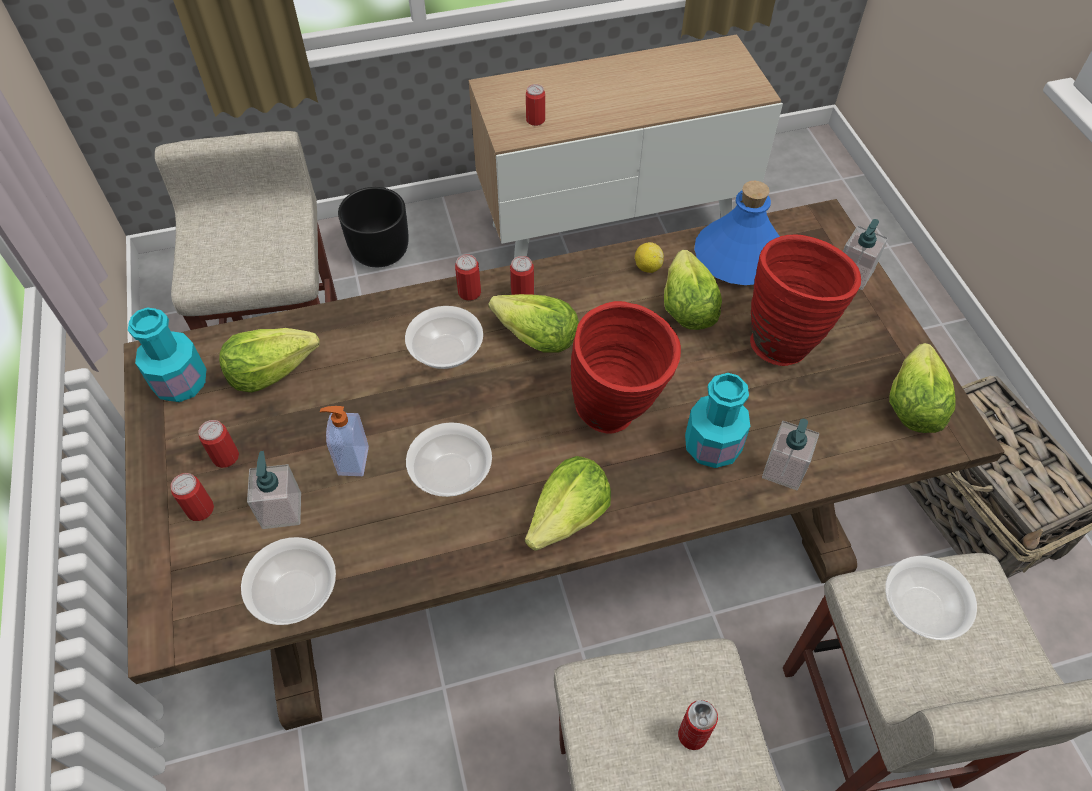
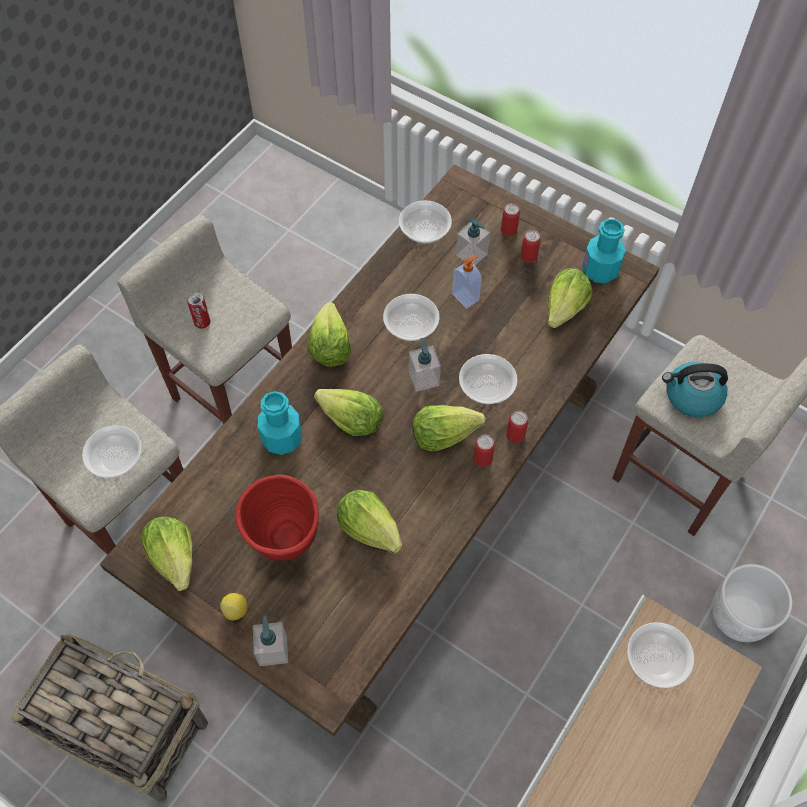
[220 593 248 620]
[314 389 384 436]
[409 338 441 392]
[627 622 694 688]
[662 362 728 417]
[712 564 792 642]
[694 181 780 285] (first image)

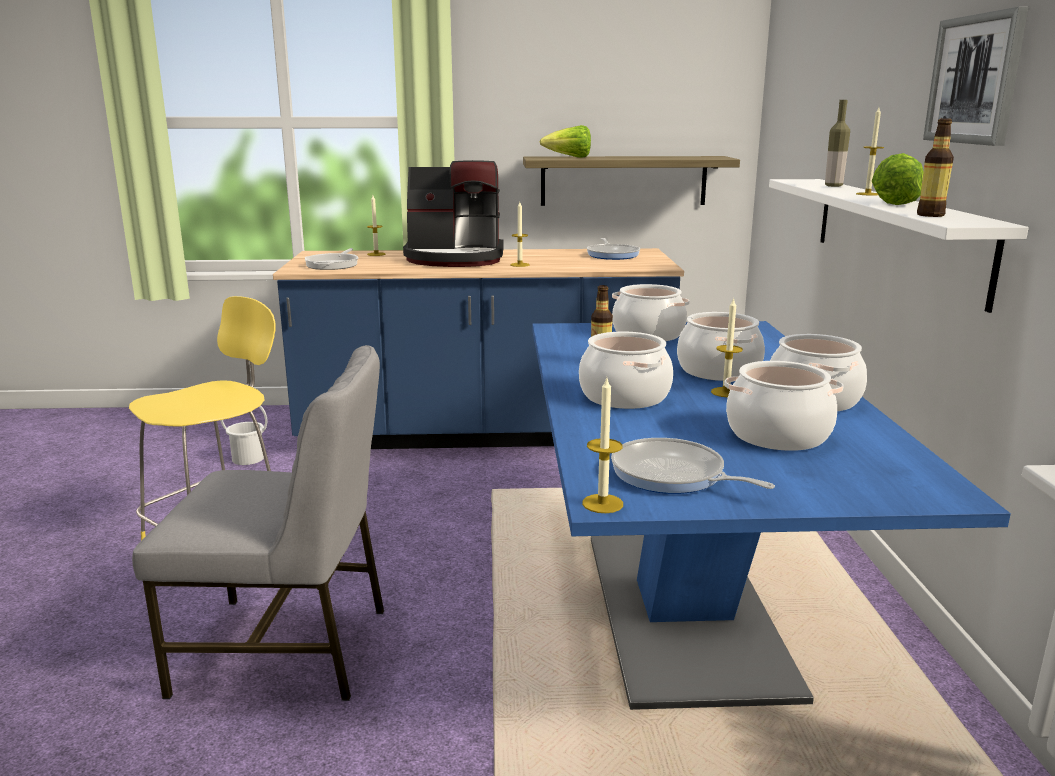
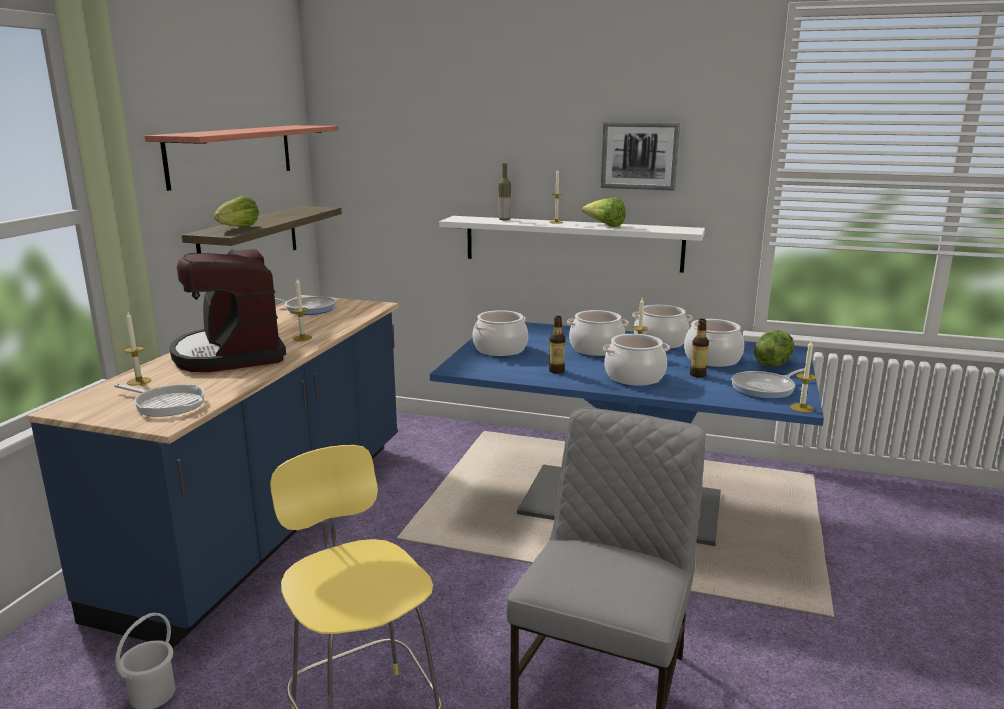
[145 125 338 191]
[169 249 286 372]
[690 319 709 377]
[754 330 794 367]

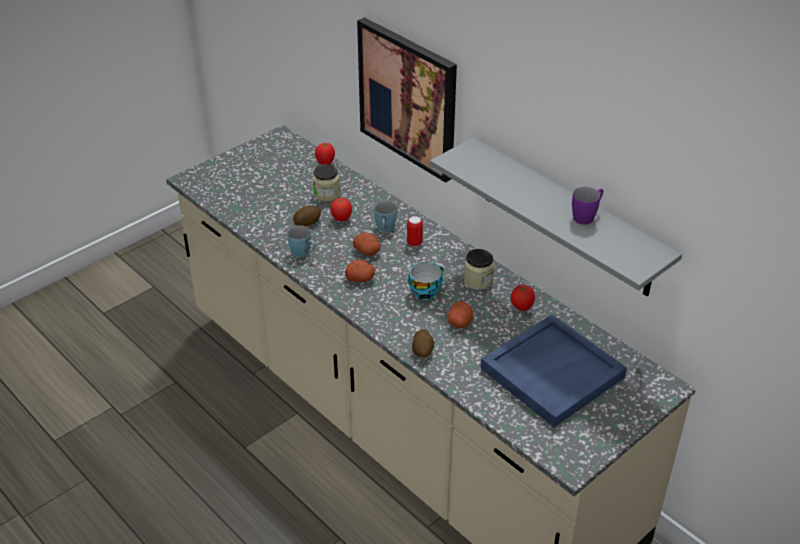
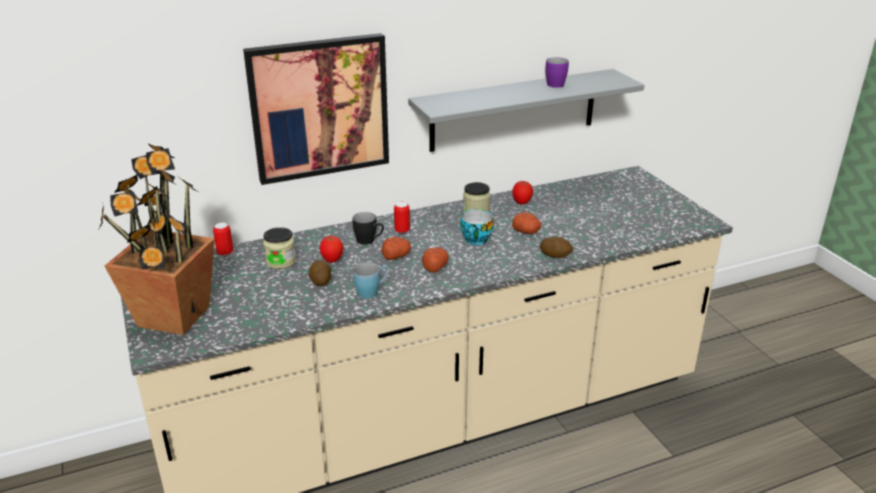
[99 143 215 335]
[213 222 233 256]
[352 212 384 245]
[481 314 627 427] (first image)

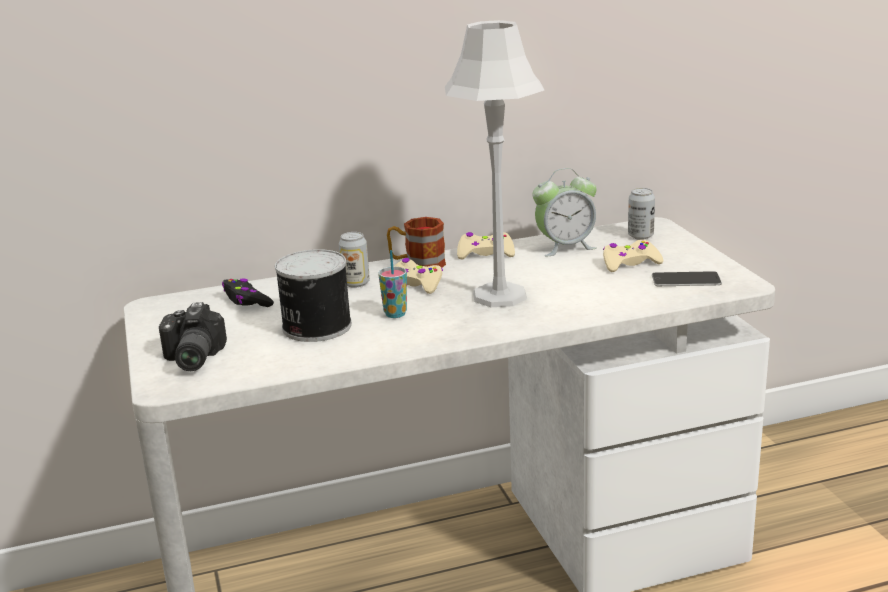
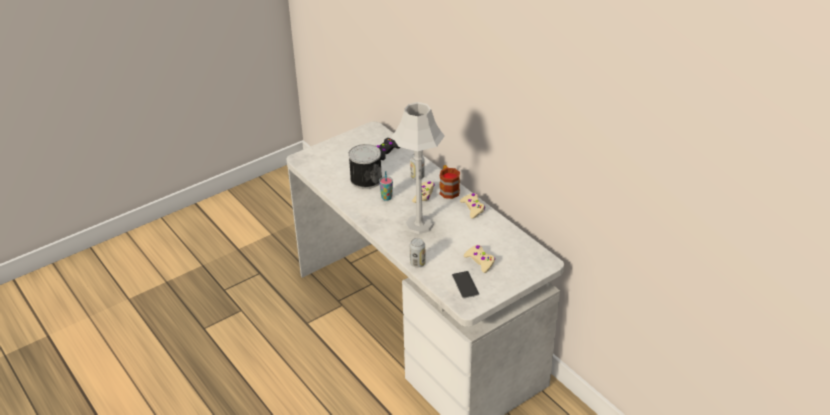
[410 238 425 268]
[159 302 227 371] (first image)
[533 168 597 256] (first image)

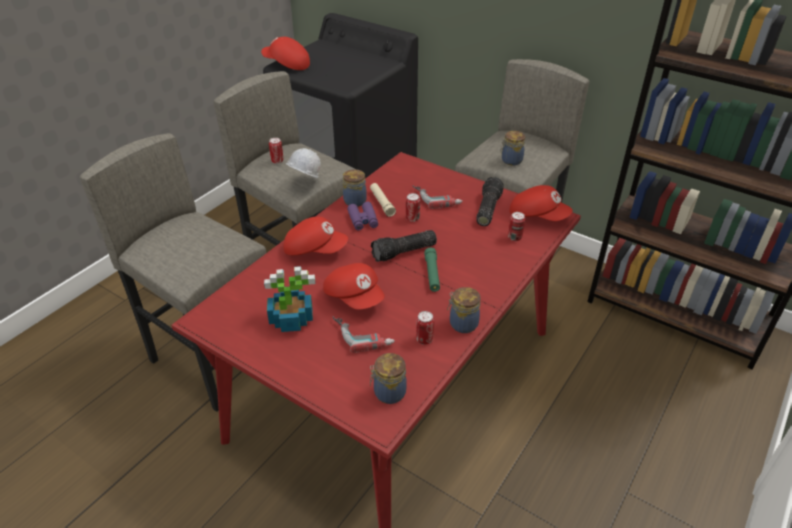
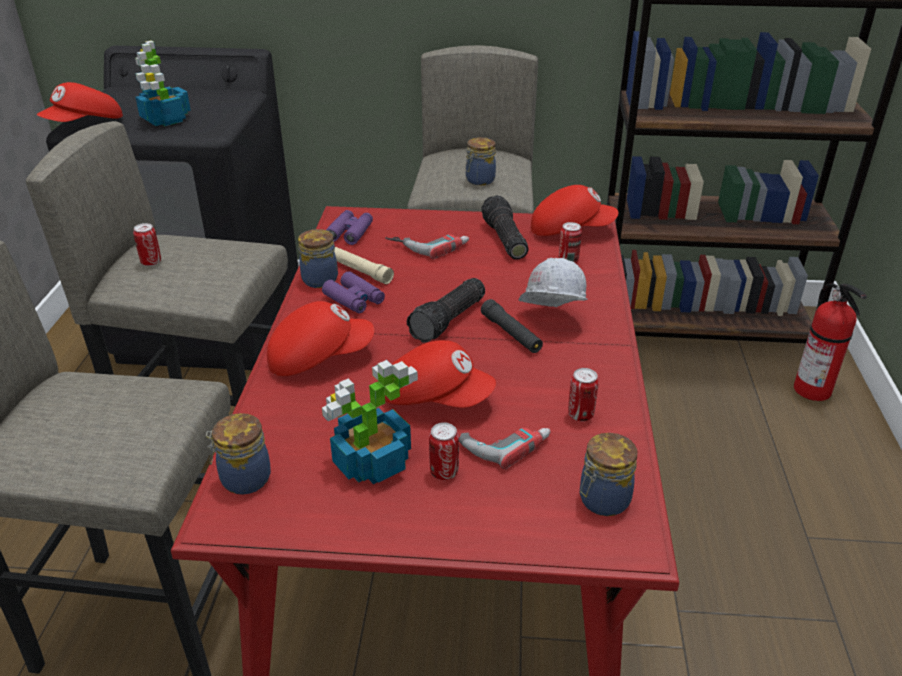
[37 82 123 122]
[135 41 191 126]
[206 413 271 495]
[326 210 373 245]
[429 422 459 480]
[481 299 543 353]
[496 258 588 307]
[794 283 867 401]

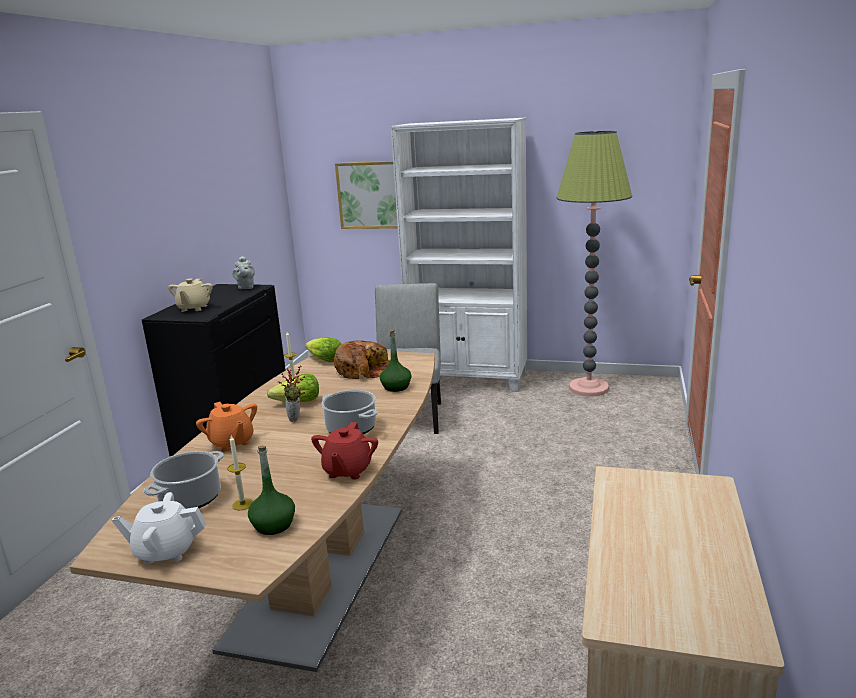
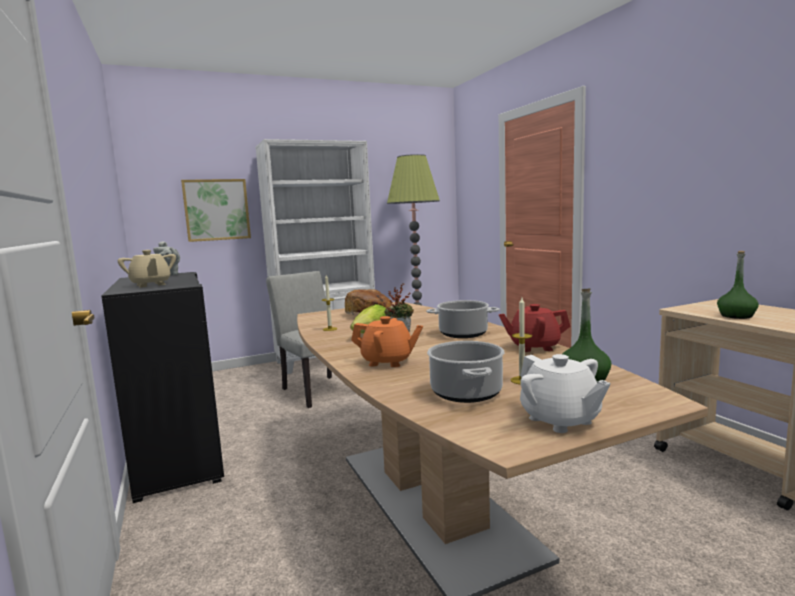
[499 304 570 352]
[520 354 610 433]
[717 251 759 319]
[305 338 341 362] (first image)

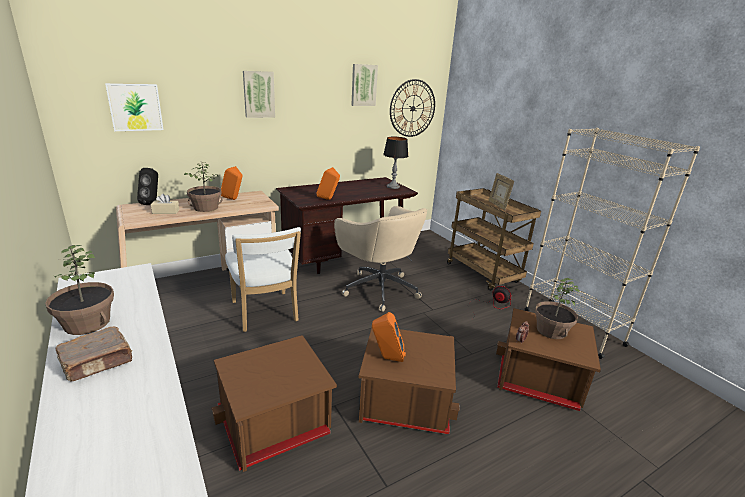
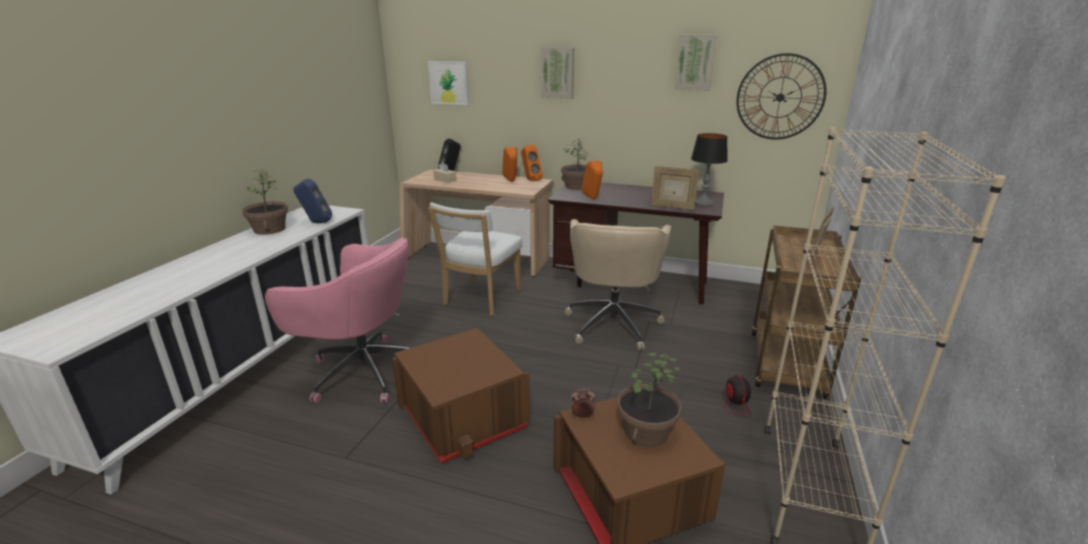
[265 238 409 403]
[293 178 332 223]
[521 145 543 181]
[561 138 588 190]
[651 166 699 210]
[55 327 132 382] (first image)

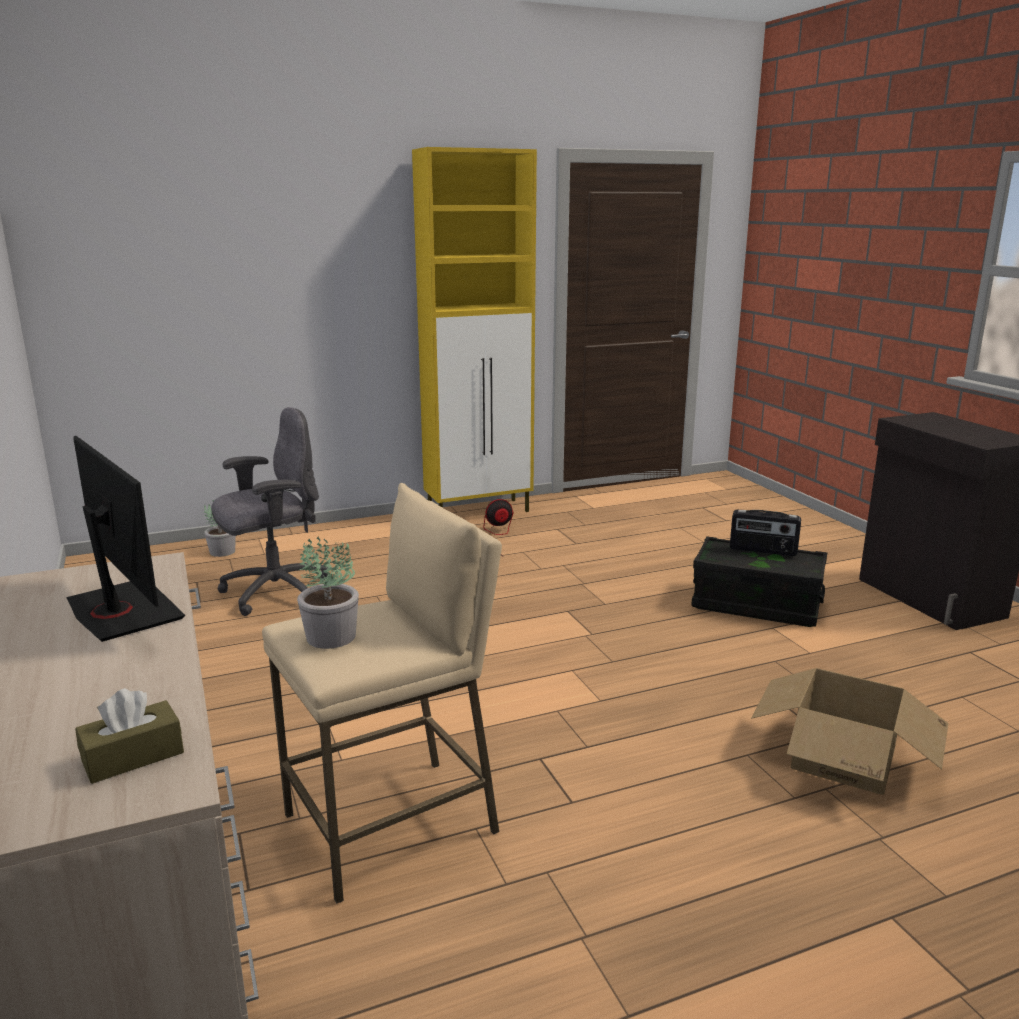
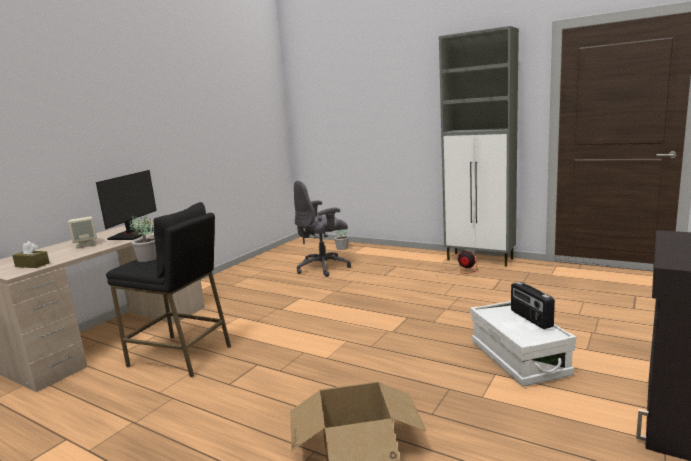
[68 217 97 248]
[106 202 231 377]
[294 181 351 277]
[439 26 519 267]
[470 300 576 387]

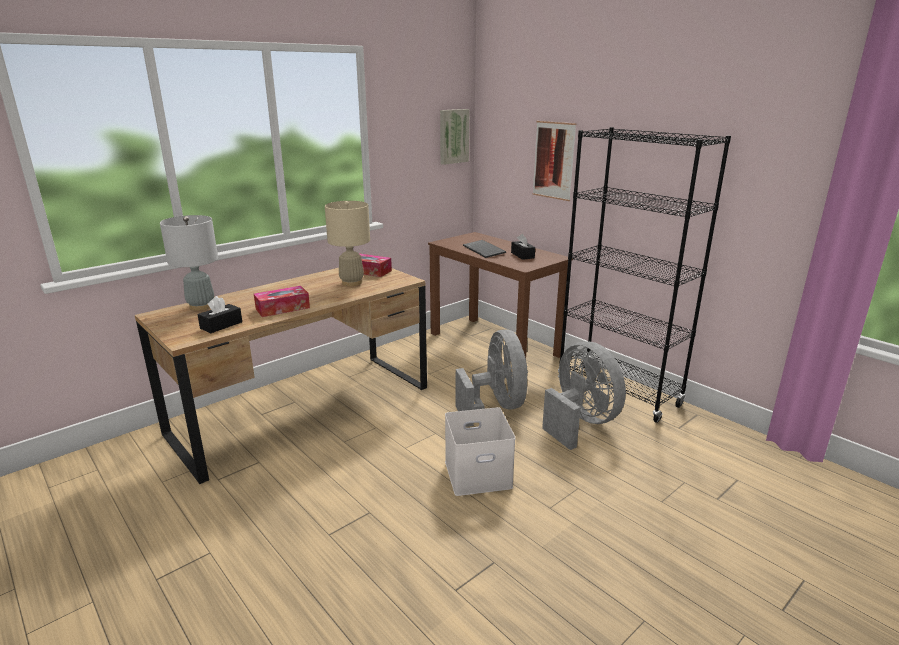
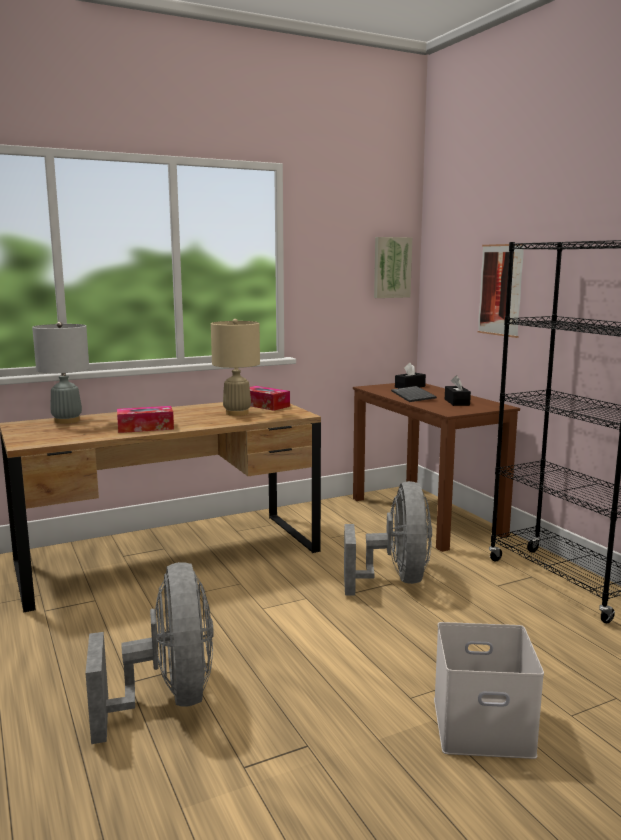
[85 562 214 744]
[395 363 426 388]
[434 622 544 759]

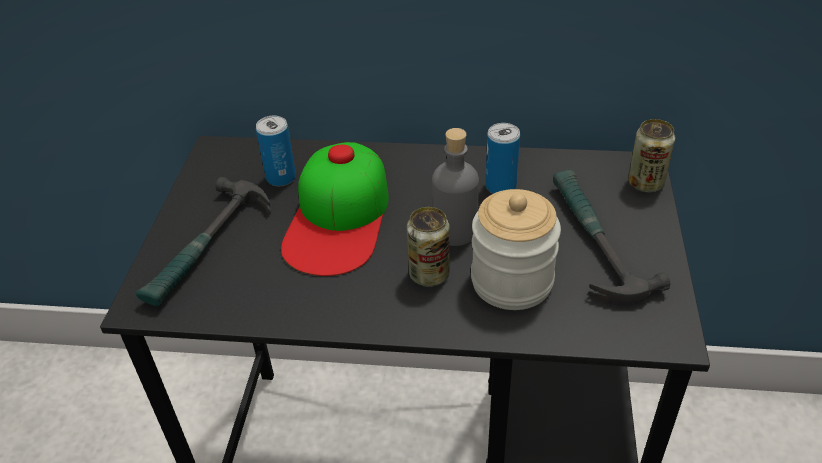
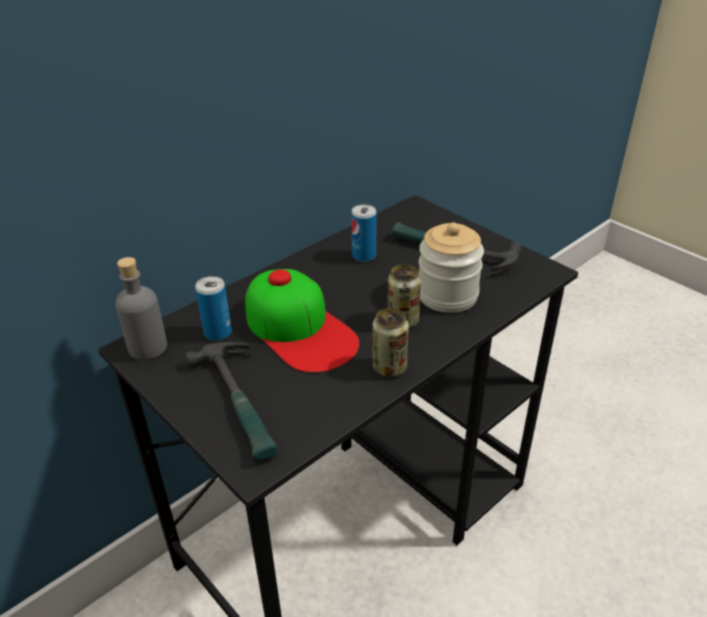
[115 257 167 360]
[372 308 409 377]

